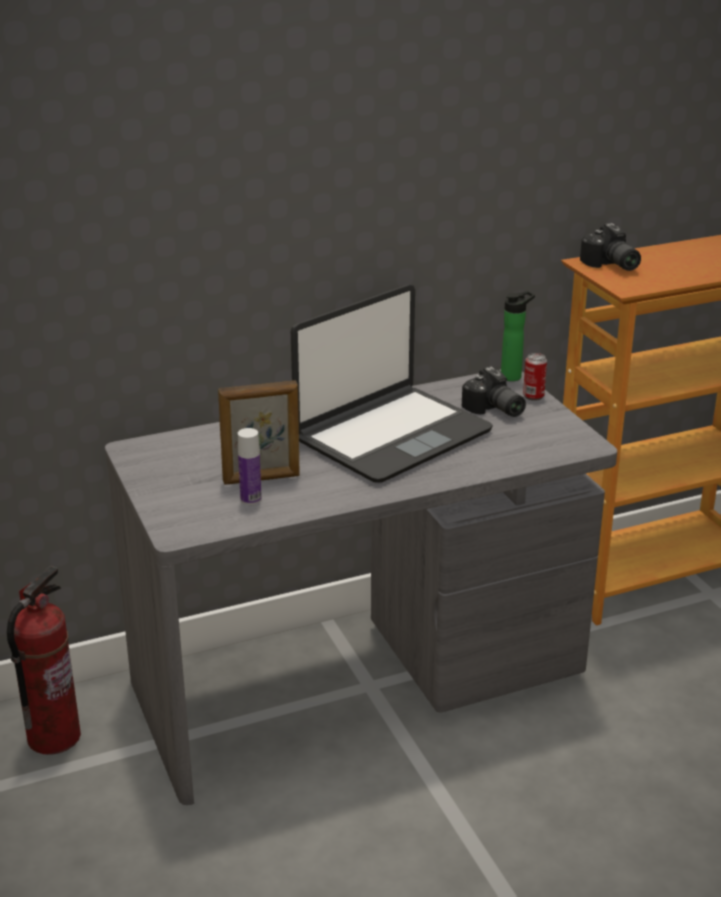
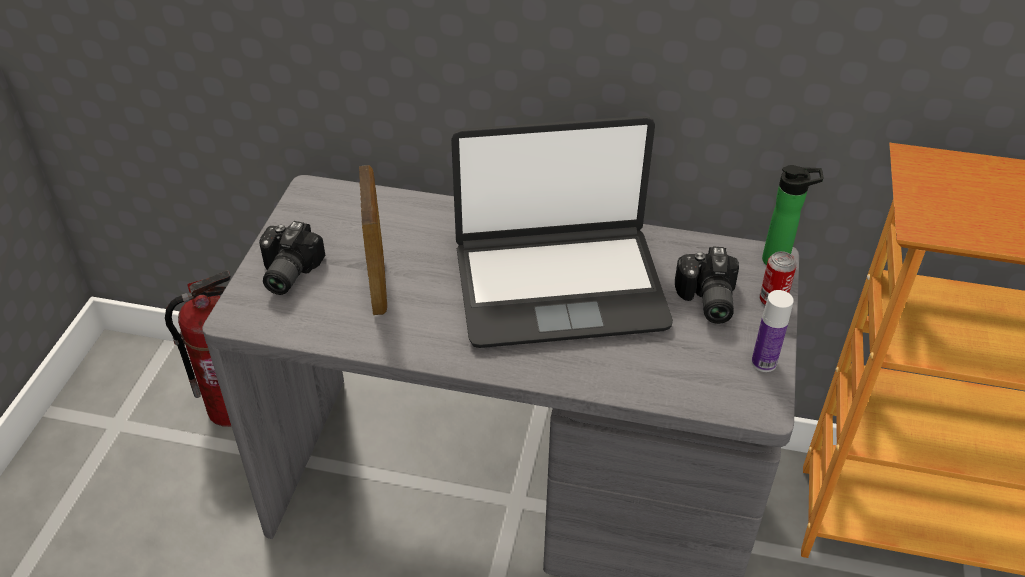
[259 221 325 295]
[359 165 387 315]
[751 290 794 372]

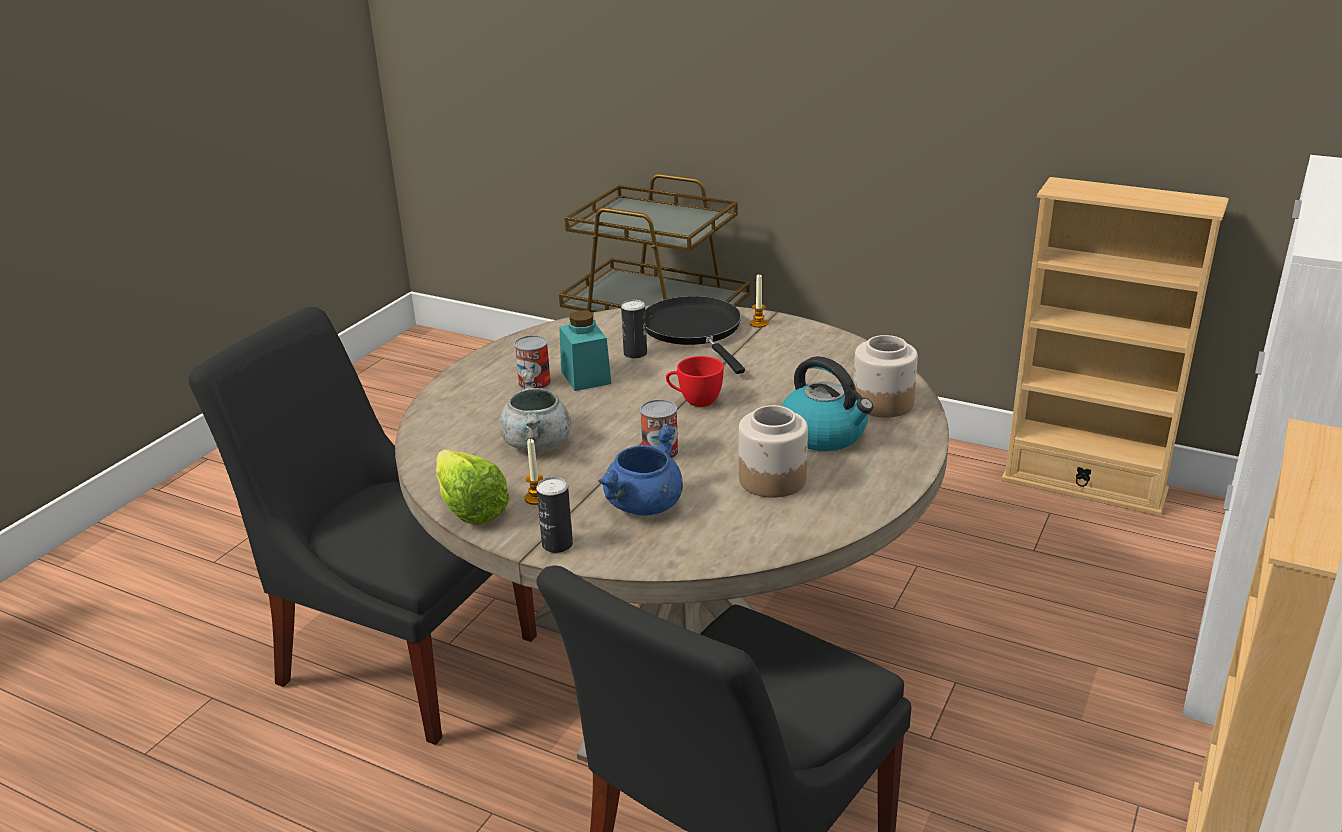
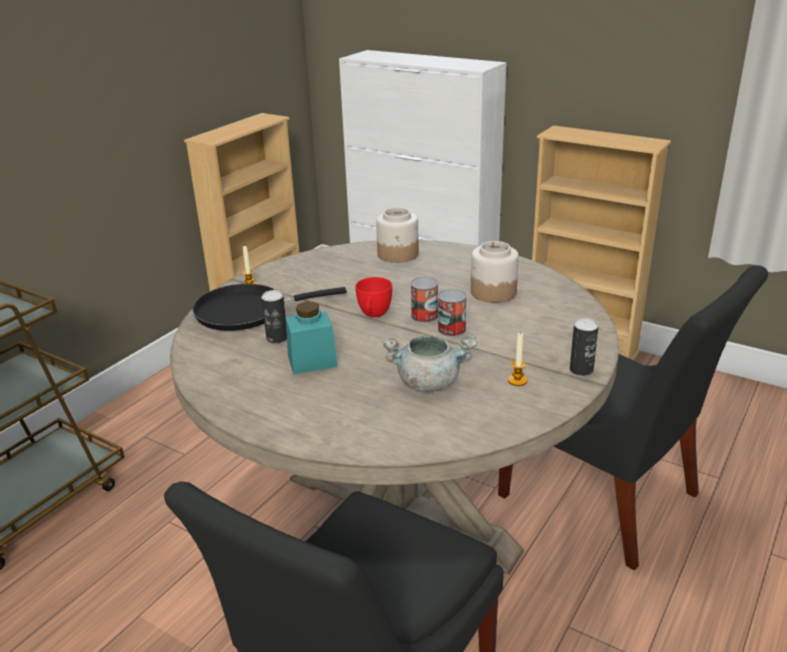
[411 277 438 323]
[436 450 510 525] (first image)
[598 424 683 516] (first image)
[782 356 873 451] (first image)

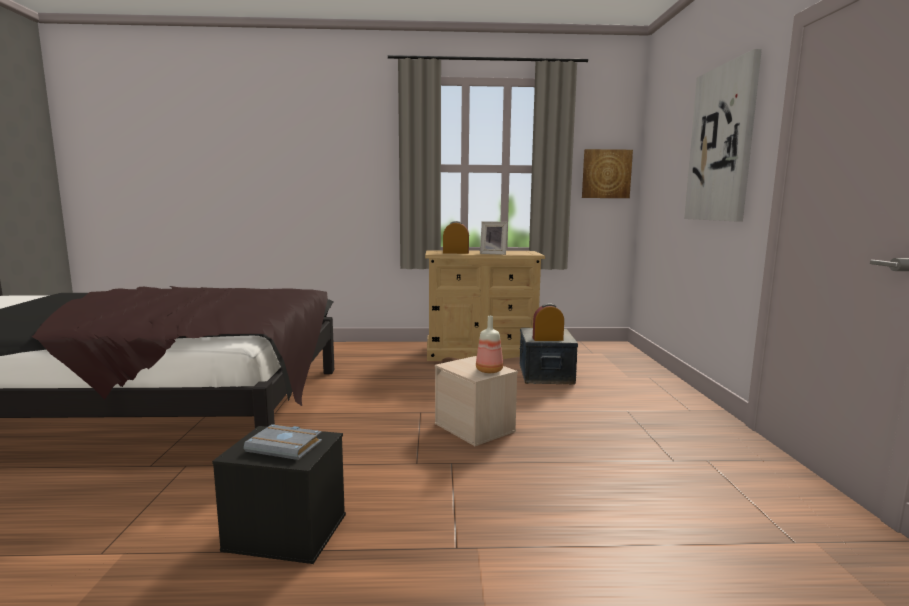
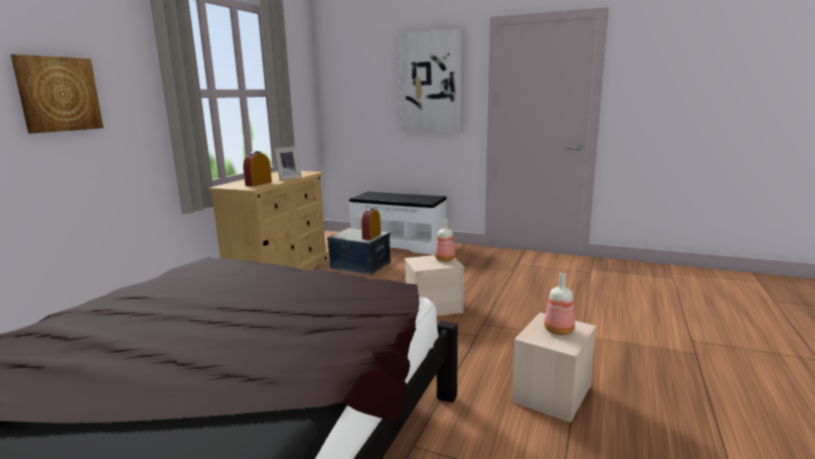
[11 54 103 133]
[349 191 447 255]
[511 313 596 423]
[544 273 575 335]

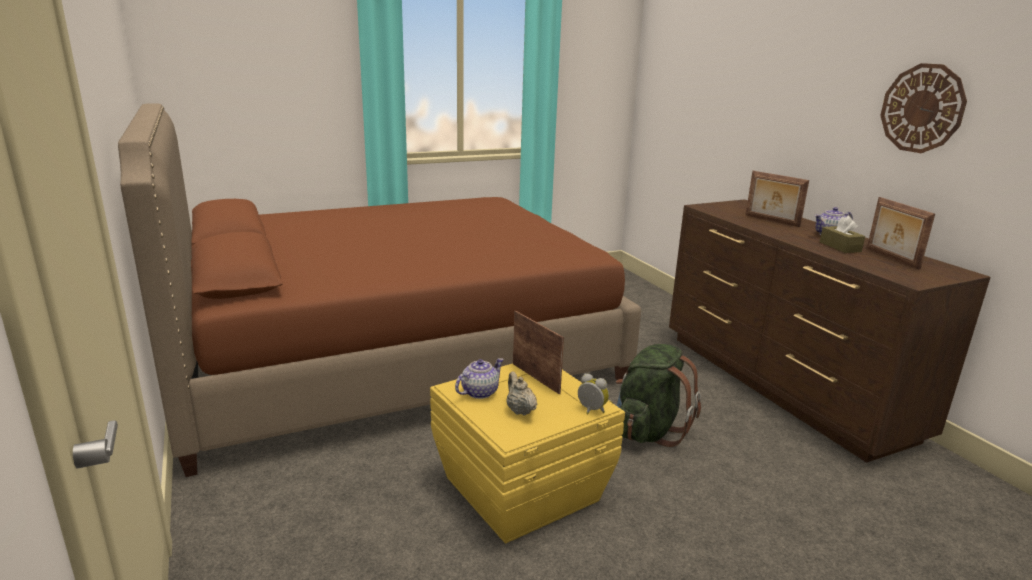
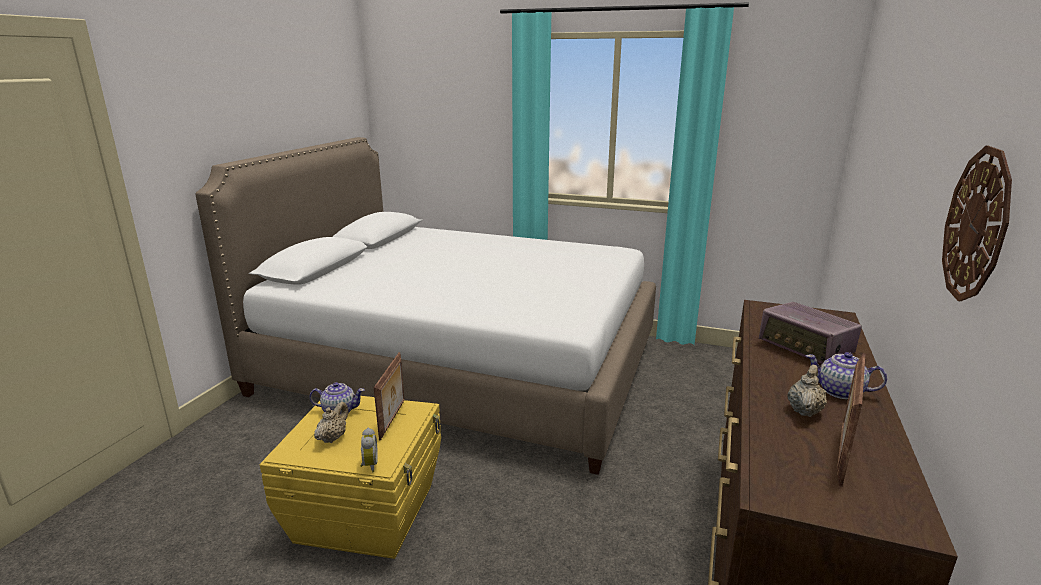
[195 137 656 475]
[759 302 862 364]
[787 364 827 417]
[616 344 701 447] (first image)

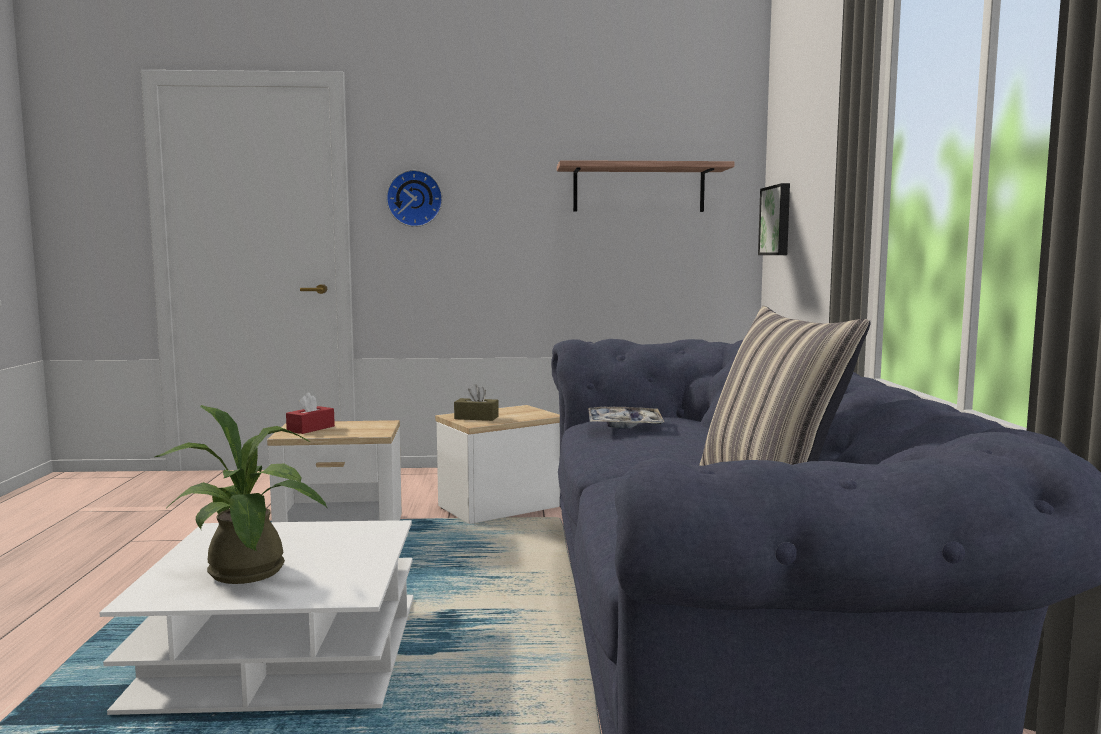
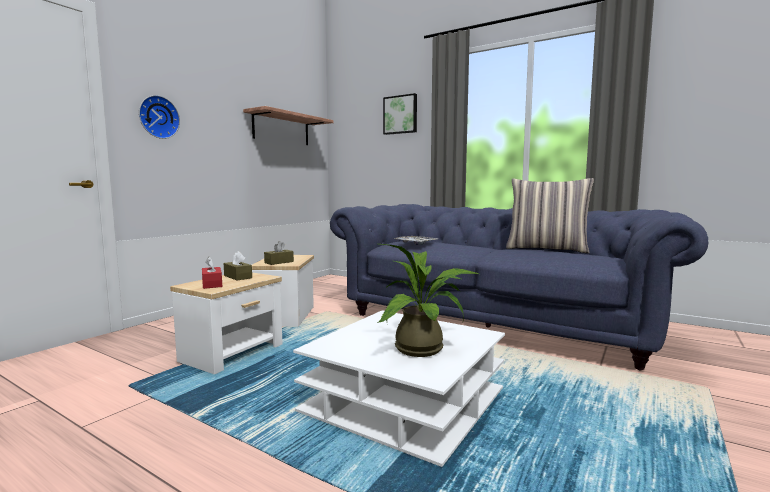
[224 251 252 280]
[383 93 417 135]

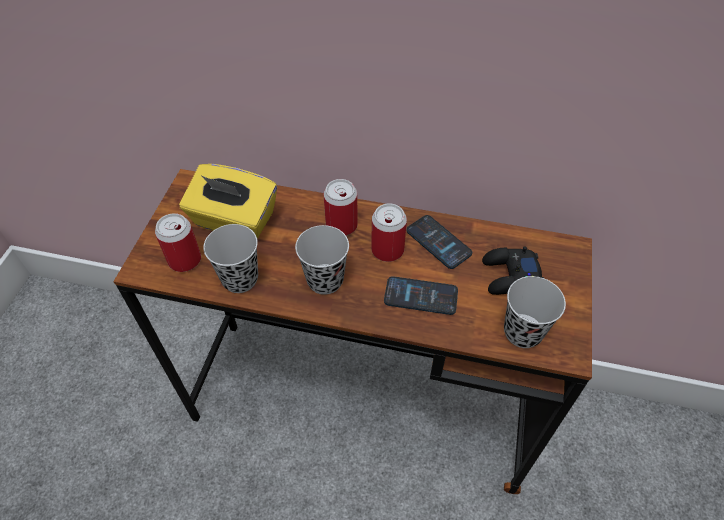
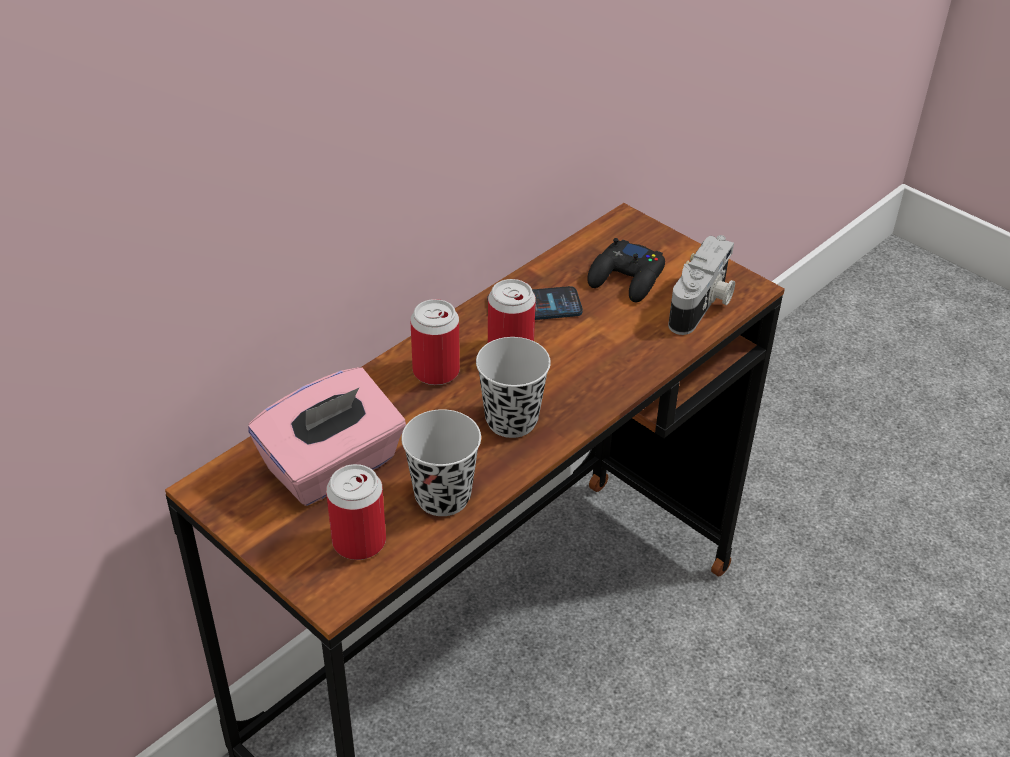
[248 367 406 506]
[668 235 735 335]
[384 276 458 315] (first image)

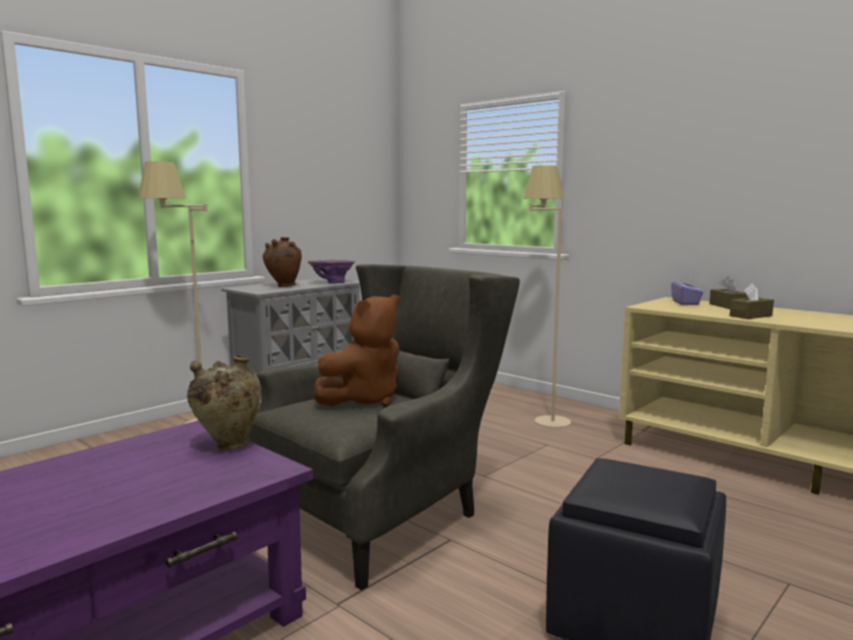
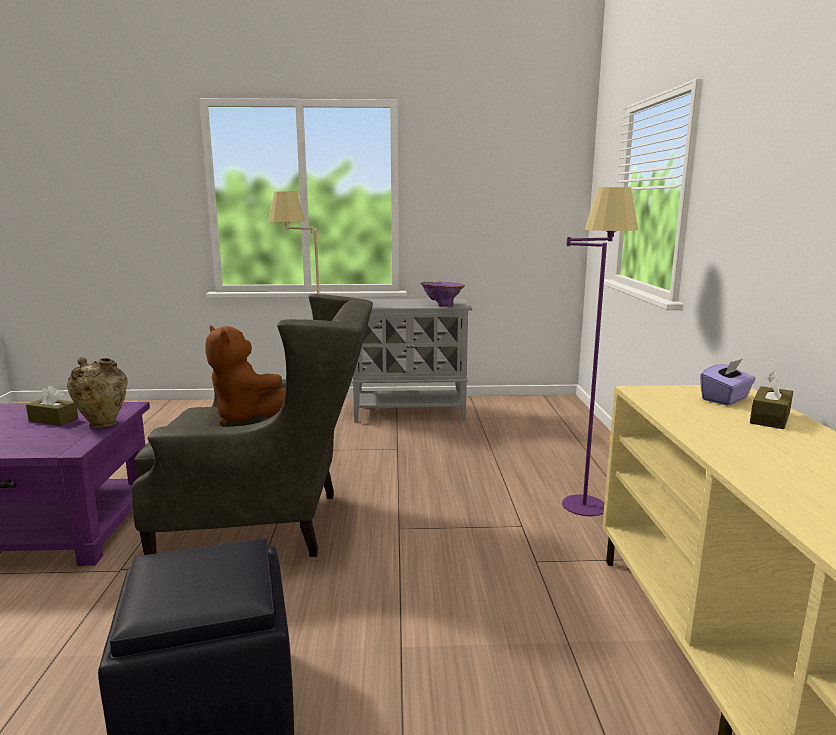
[26 386 78 426]
[205 325 286 426]
[562 187 638 516]
[263 237 302 287] (first image)

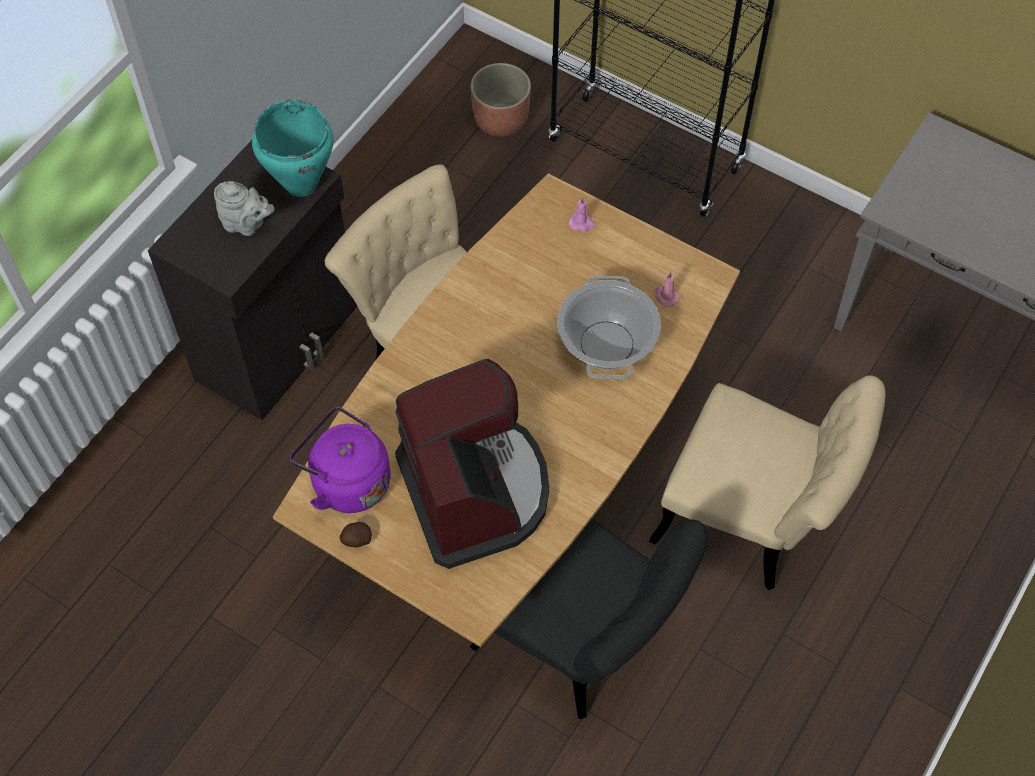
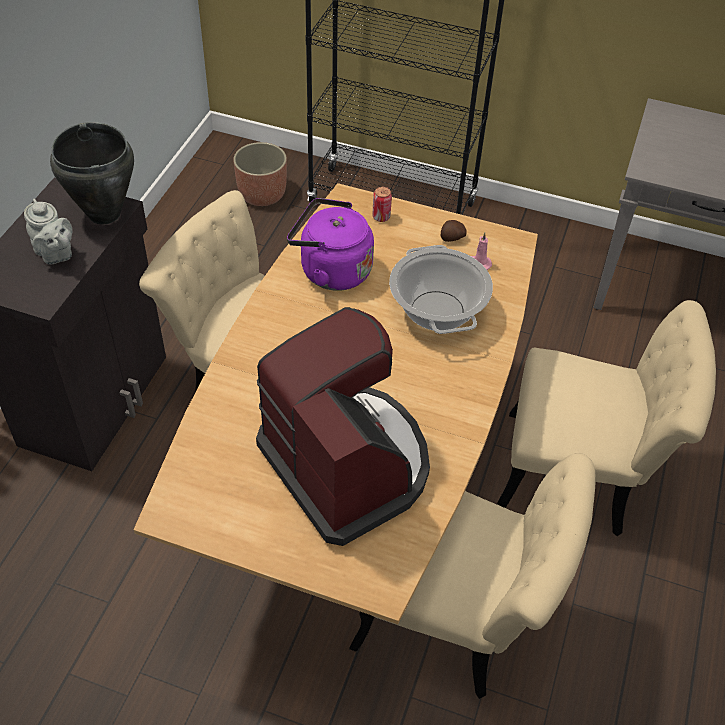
[24 199 73 265]
[50 122 134 224]
[287 198 374 291]
[349 453 596 699]
[372 187 392 222]
[441 220 467 242]

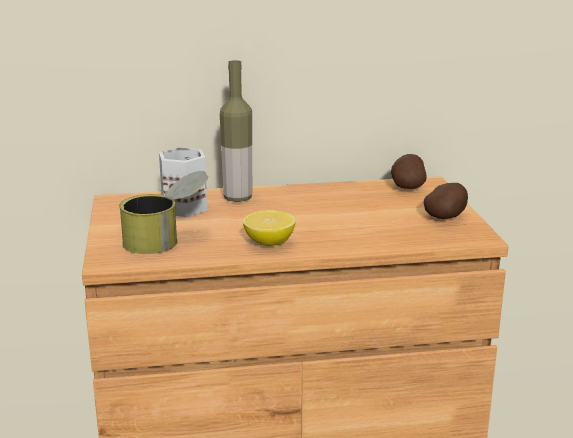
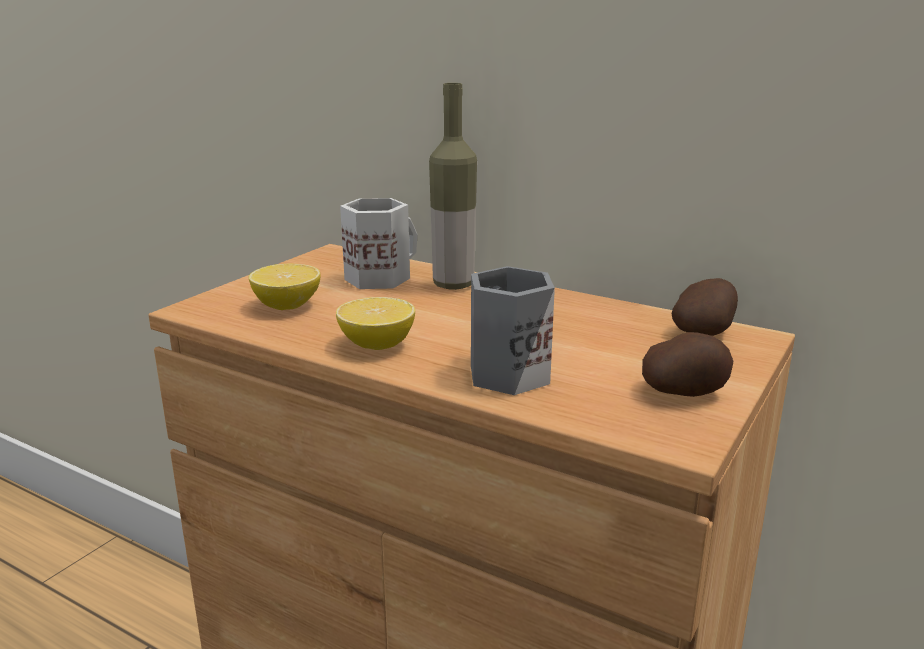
[249 264 321 310]
[471 266 555 395]

